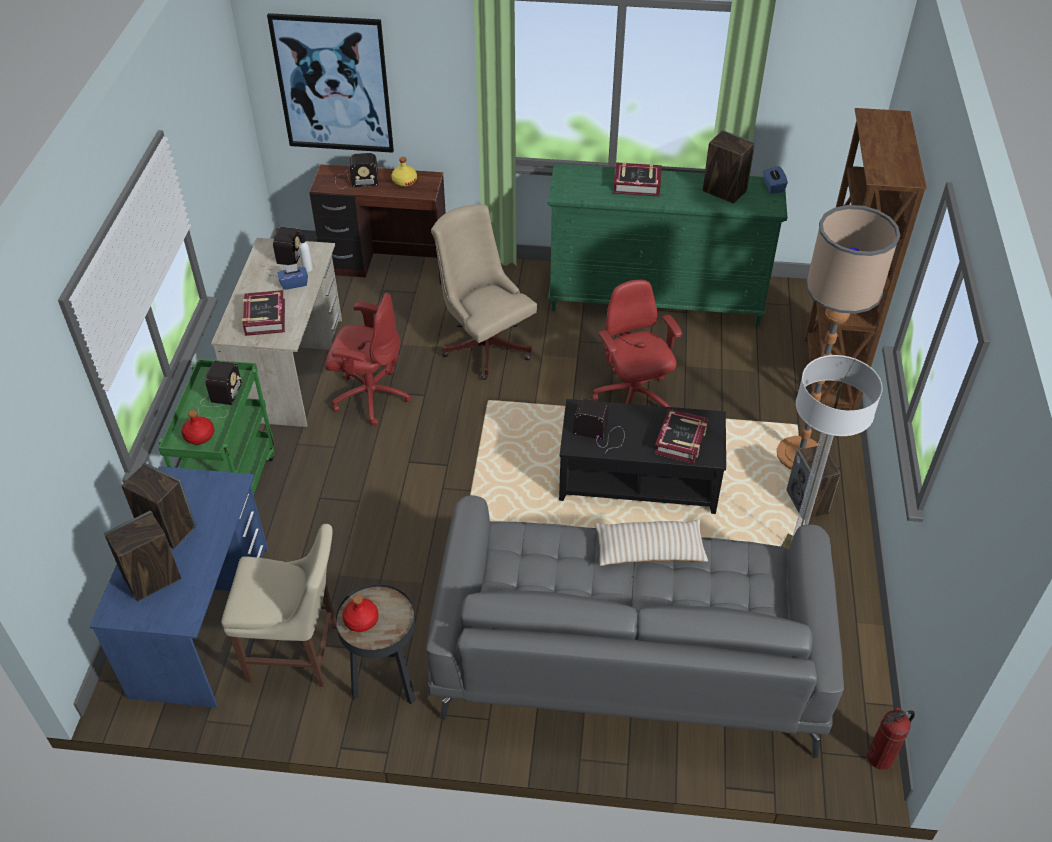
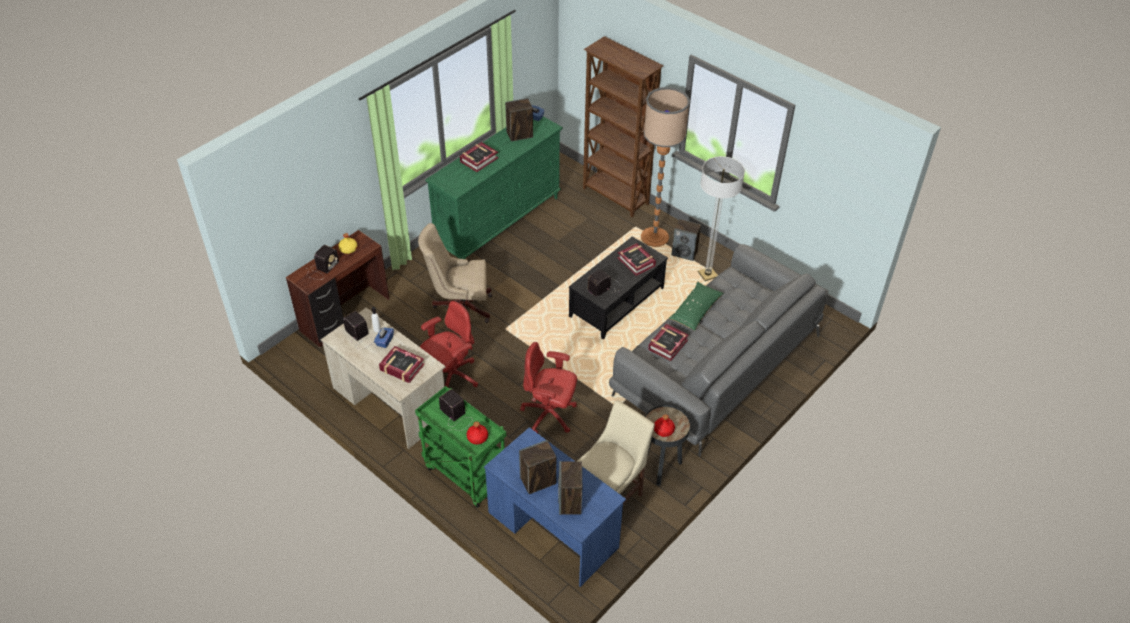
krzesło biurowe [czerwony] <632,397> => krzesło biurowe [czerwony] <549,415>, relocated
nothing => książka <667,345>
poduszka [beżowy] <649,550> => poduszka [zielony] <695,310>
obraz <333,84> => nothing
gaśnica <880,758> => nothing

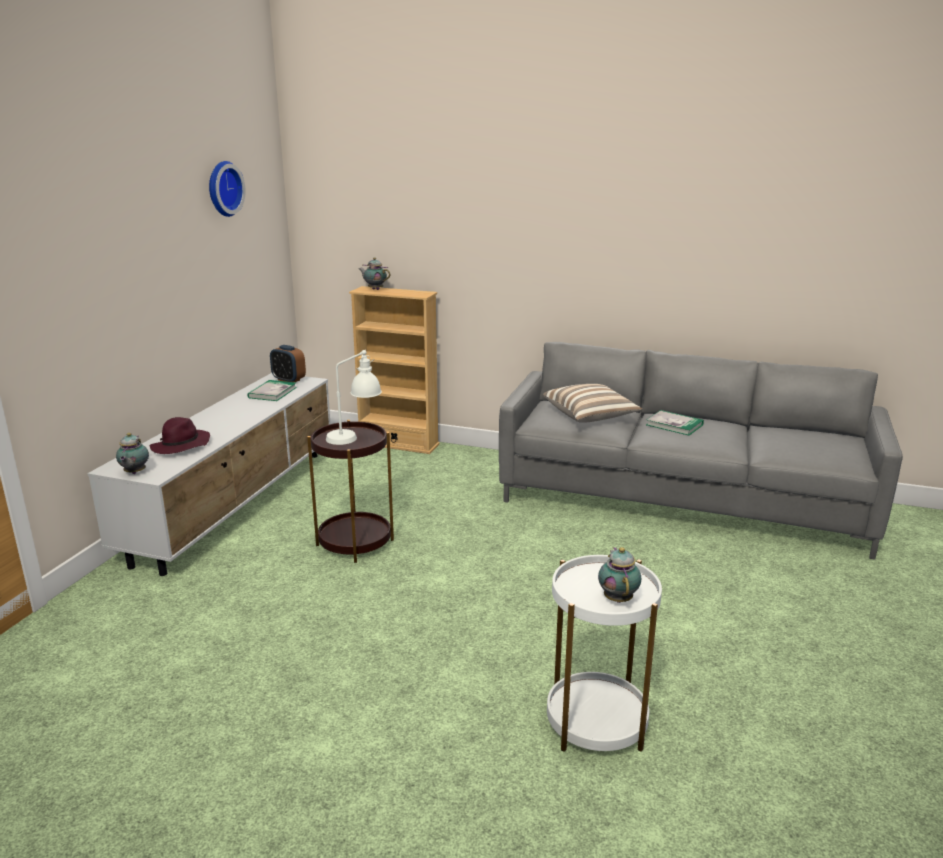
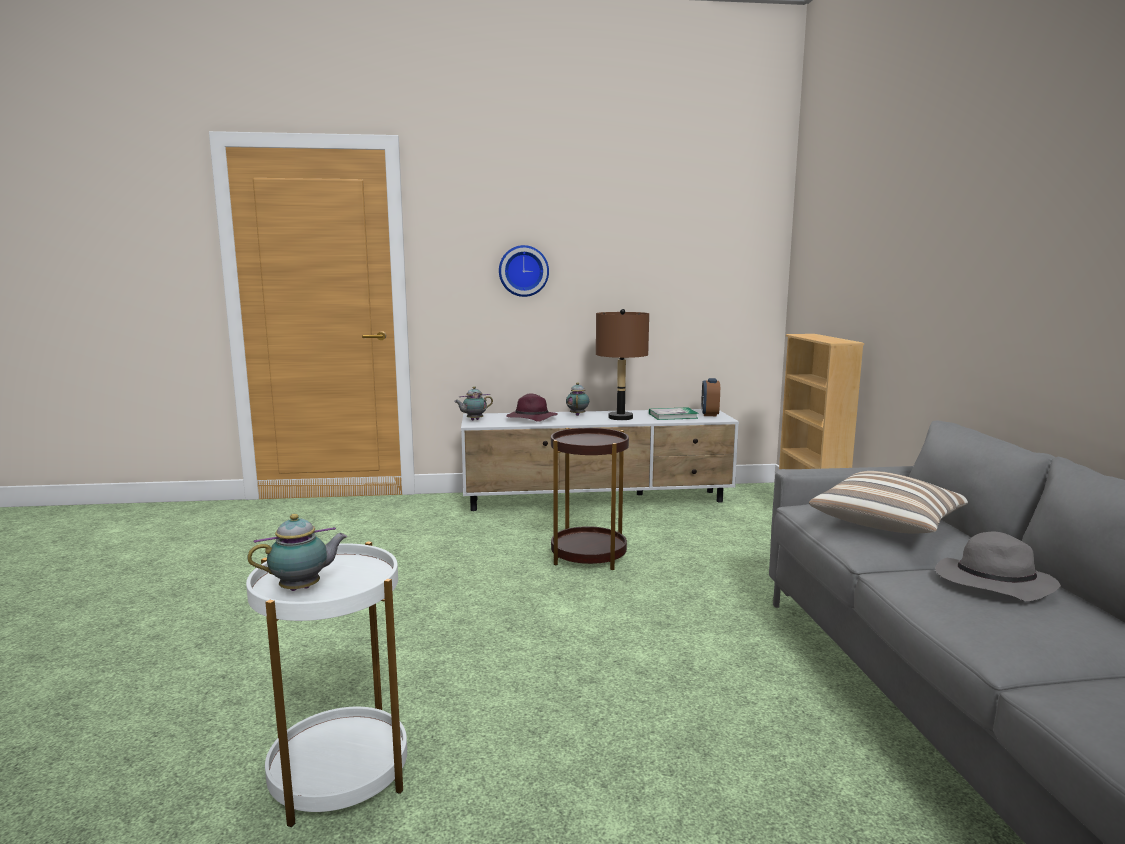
zegar ścienny <222,188> => zegar ścienny <523,271>, relocated
imbryk <375,289> => imbryk <577,415>, relocated
nothing => lampa stołowa [brązowy] <620,418>
książka <674,425> => kapelusz [szary] <992,584>
lampa stołowa [biały] <355,438> => nothing

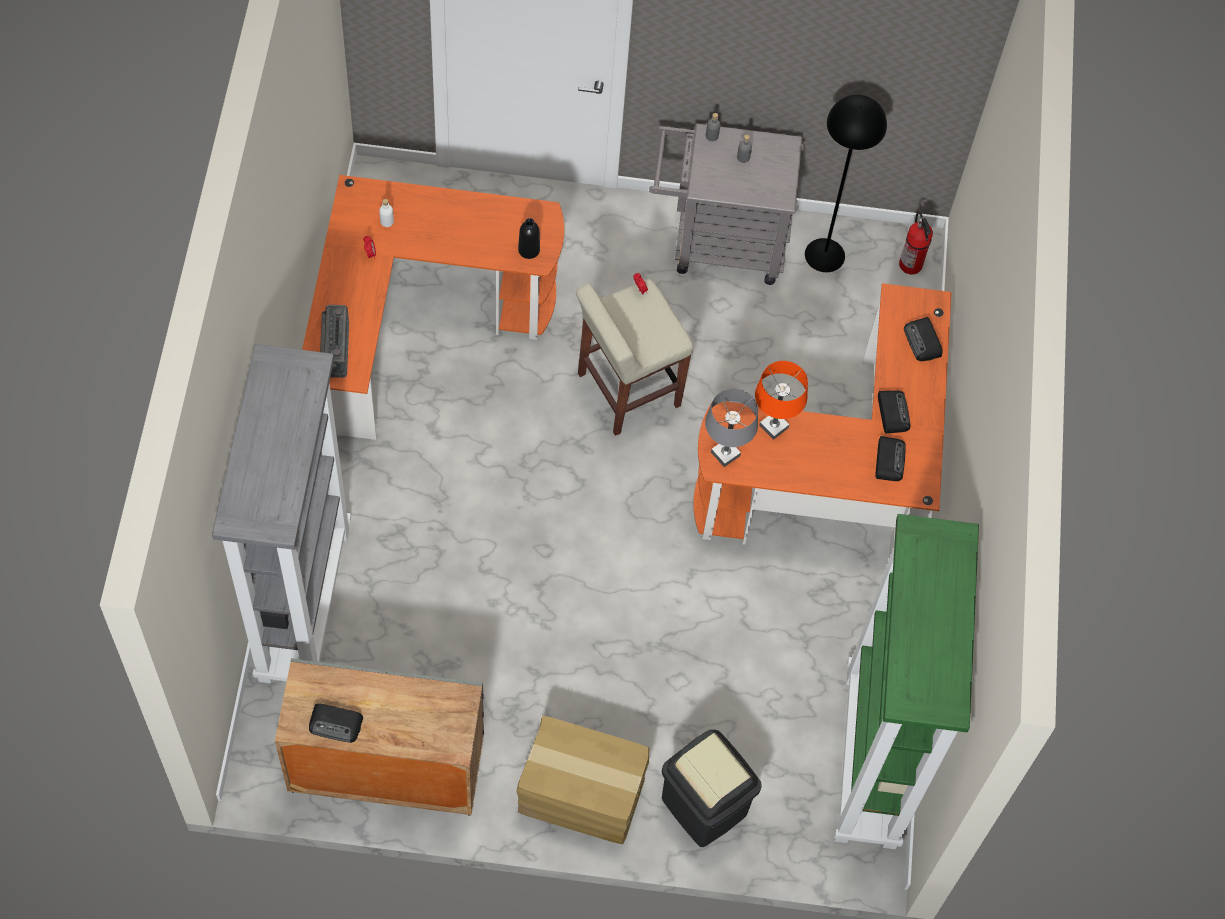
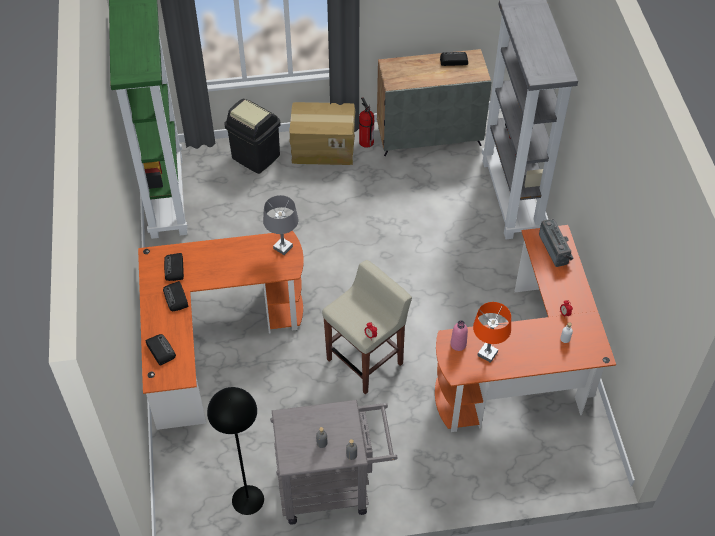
gaśnica <911,265> => gaśnica <366,142>, relocated
butelka [czarny] <529,250> => butelka [różowy] <458,344>
lampa stołowa [pomarańczowy] <773,427> => lampa stołowa [pomarańczowy] <487,353>, relocated

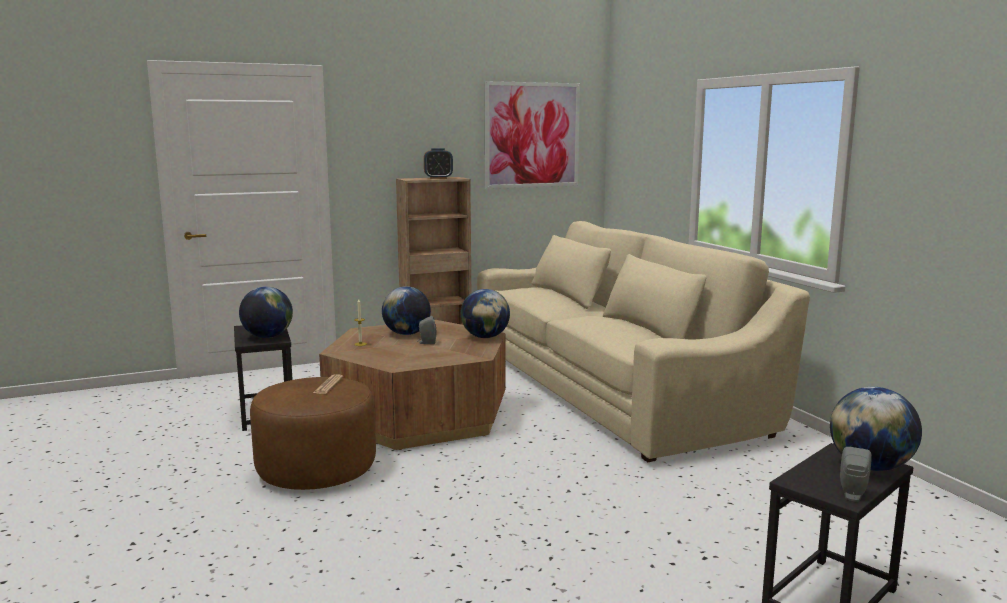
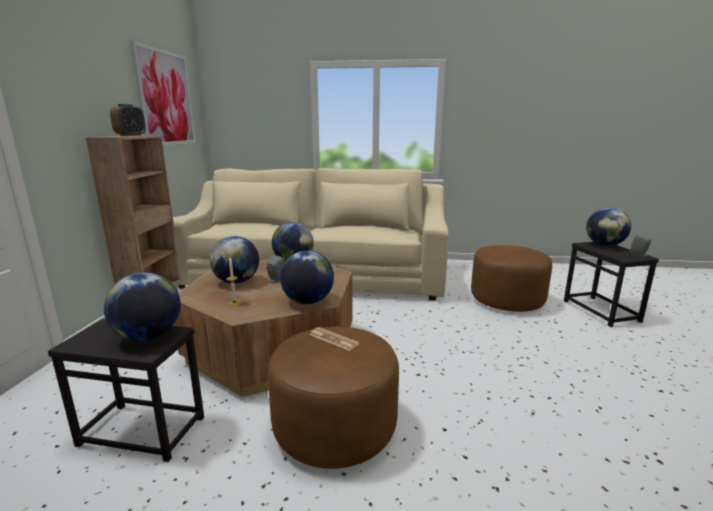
nothing => globus <308,301>
nothing => pufa [brązowy] <506,300>

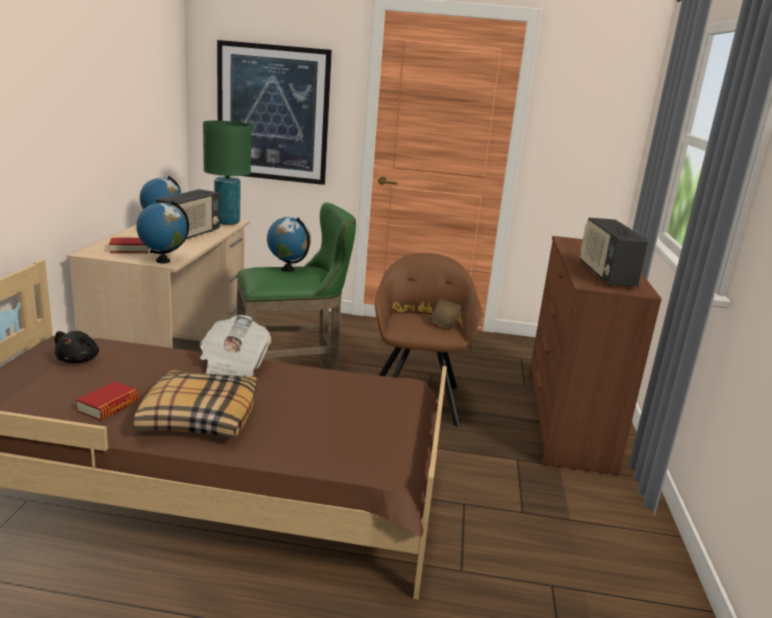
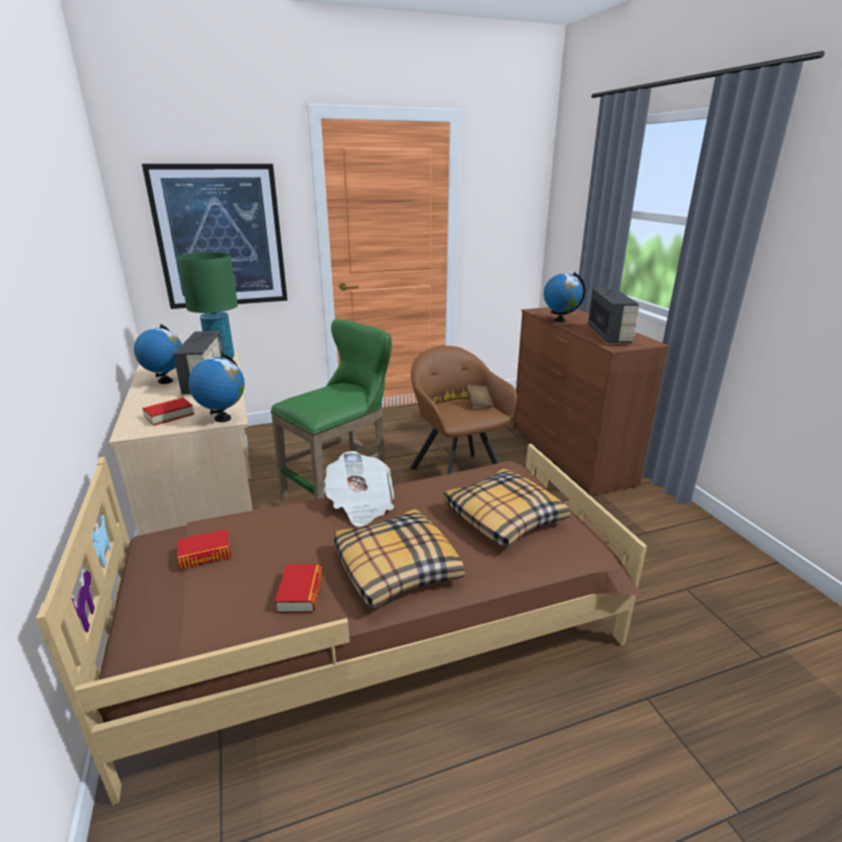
pluszak [czarny] <79,360> => książka <205,554>
nothing => poduszka <503,517>
globus <288,269> => globus <559,320>, relocated
radio <605,275> => radio <609,335>, 150 degrees counterclockwise

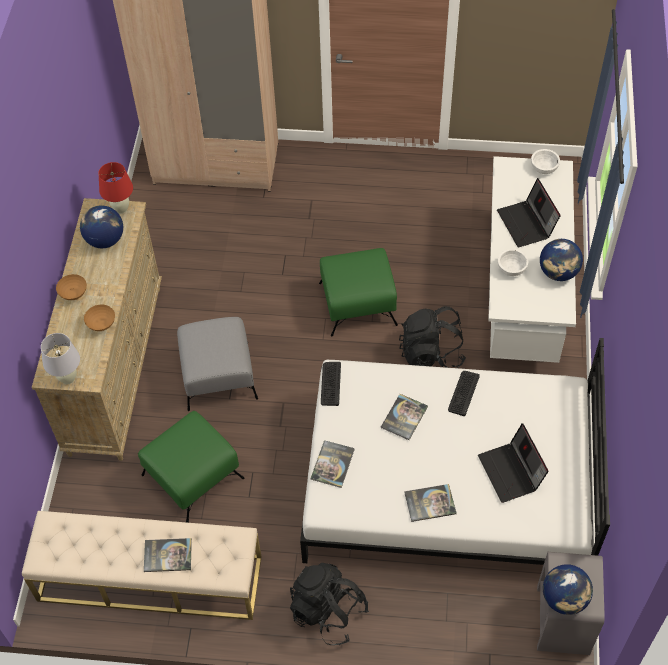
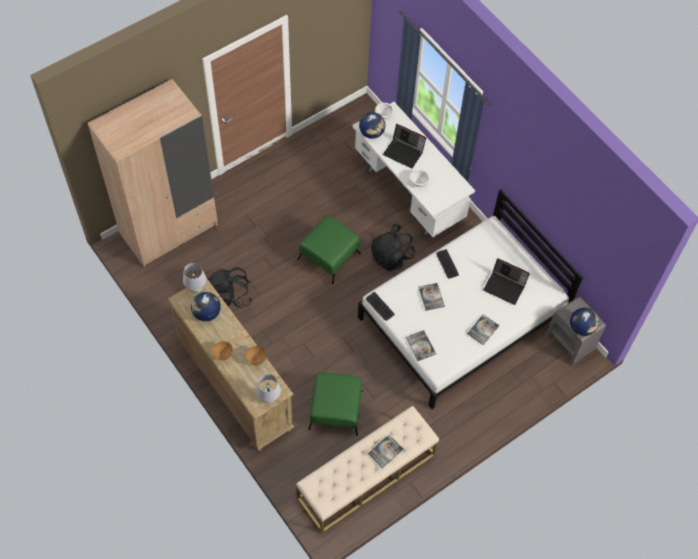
lampa stołowa [czerwony] <121,209> => lampa stołowa [biały] <196,290>
plecak [czarny] <328,612> => plecak [czarny] <230,296>, relocated
globus <558,273> => globus <371,133>, relocated
pufa [szary] <218,375> => nothing

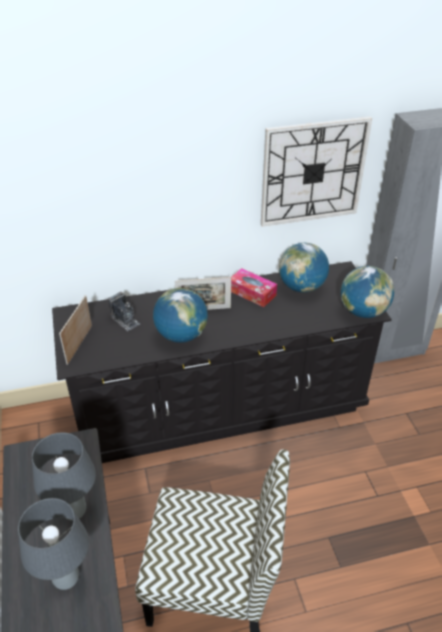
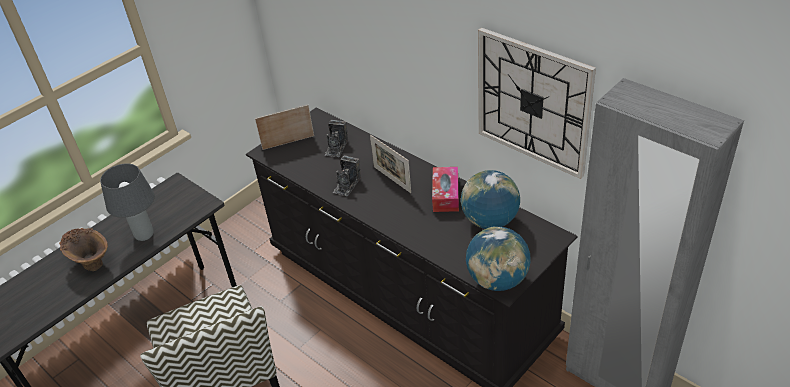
lampa stołowa [szary] <65,578> => wazon [brązowy] <92,262>
globus <181,335> => aparat fotograficzny <347,185>

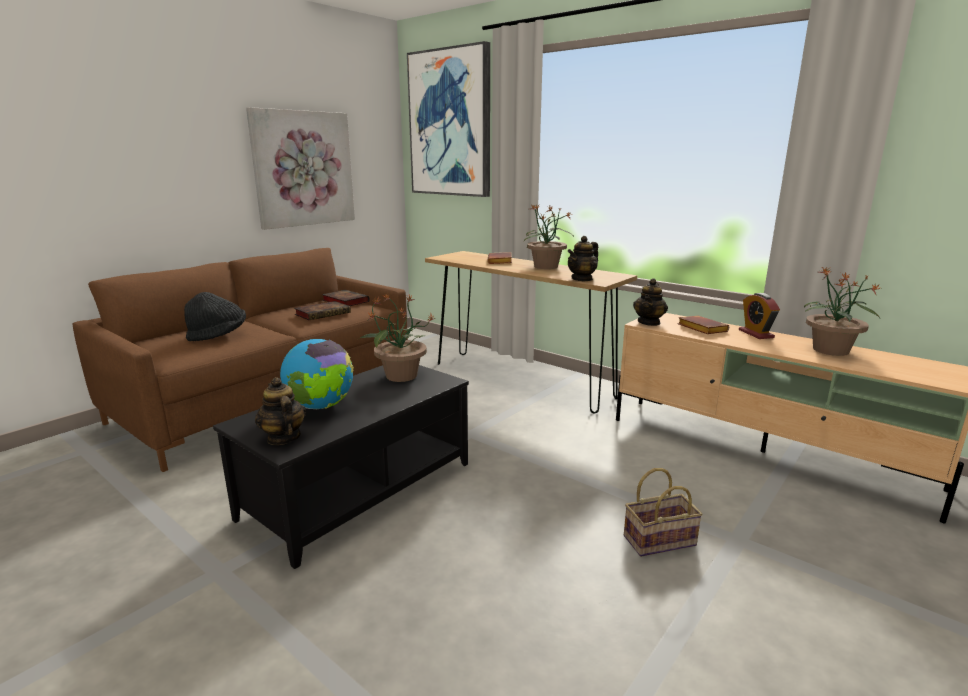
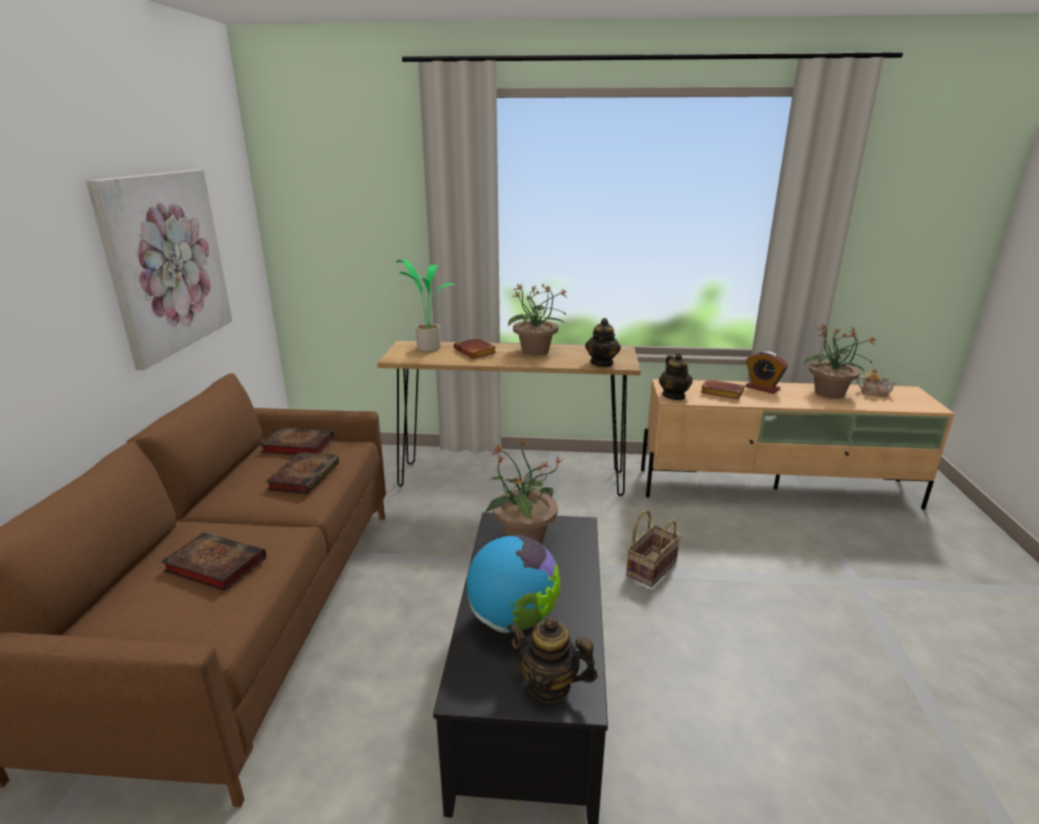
kapelusz [czarny] <218,335> => książka <213,565>
nothing => roślina doniczkowa <428,347>
koszyk <660,539> => koszyk <651,567>, relocated
nothing => imbryk <873,393>
obraz <450,124> => nothing

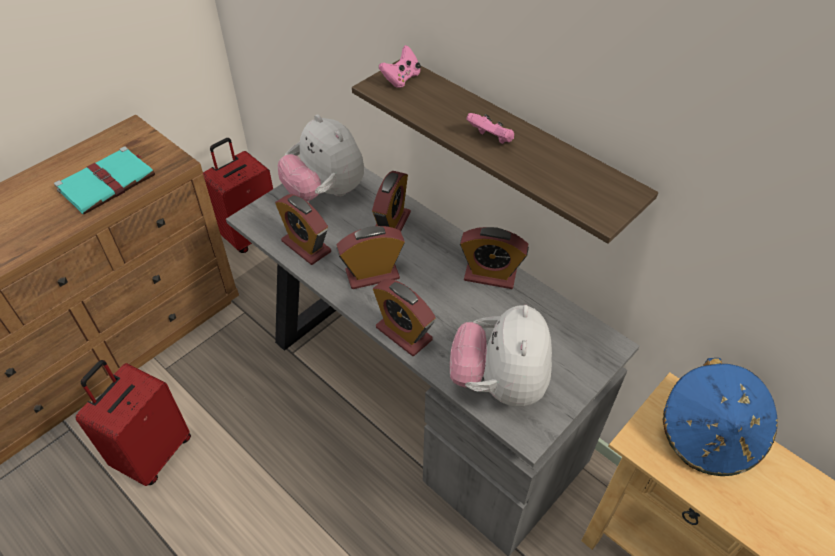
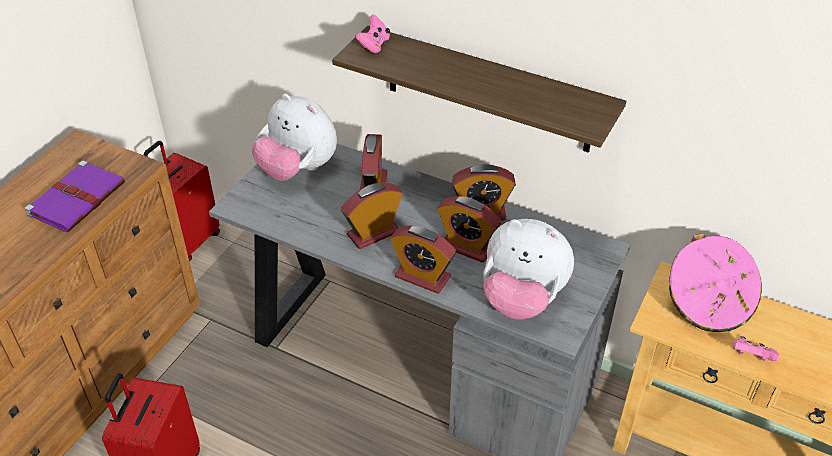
książka [turkusowy] <108,182> => książka [fioletowy] <78,198>
budzik <306,246> => budzik <467,247>, relocated
pluszak <498,383> => pluszak <522,299>, 60 degrees counterclockwise
kapelusz [niebieski] <709,436> => kapelusz [różowy] <708,303>
pad do gier [różowy] <491,139> => pad do gier [różowy] <751,357>, relocated

